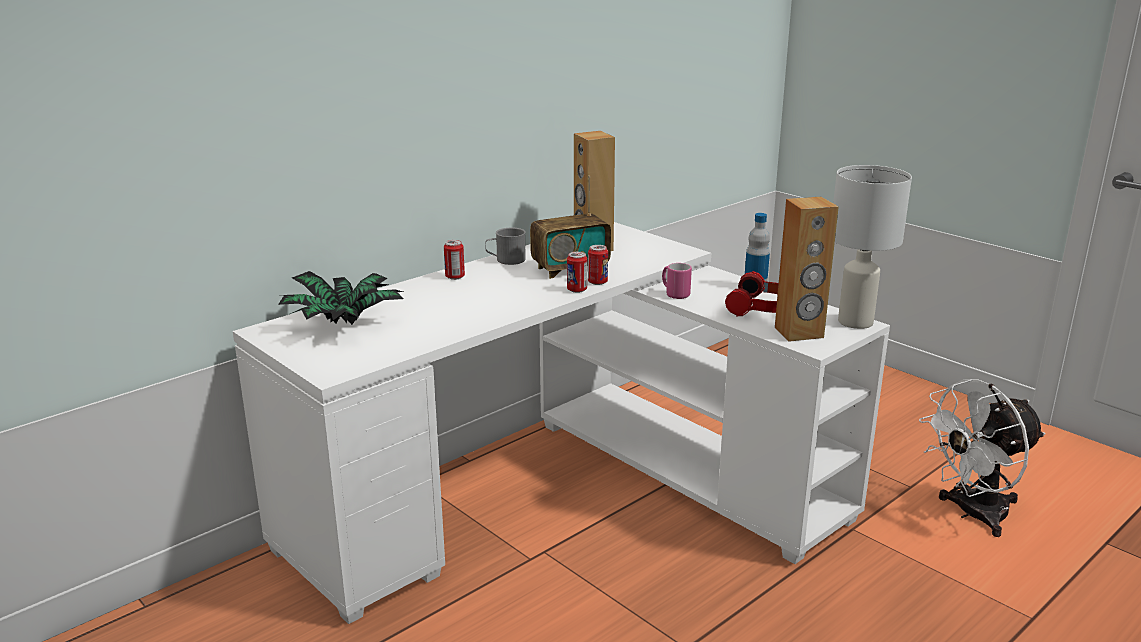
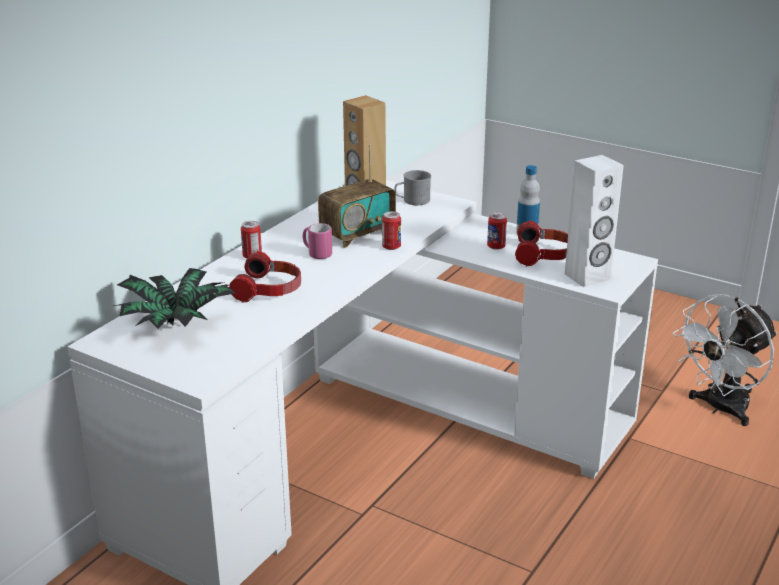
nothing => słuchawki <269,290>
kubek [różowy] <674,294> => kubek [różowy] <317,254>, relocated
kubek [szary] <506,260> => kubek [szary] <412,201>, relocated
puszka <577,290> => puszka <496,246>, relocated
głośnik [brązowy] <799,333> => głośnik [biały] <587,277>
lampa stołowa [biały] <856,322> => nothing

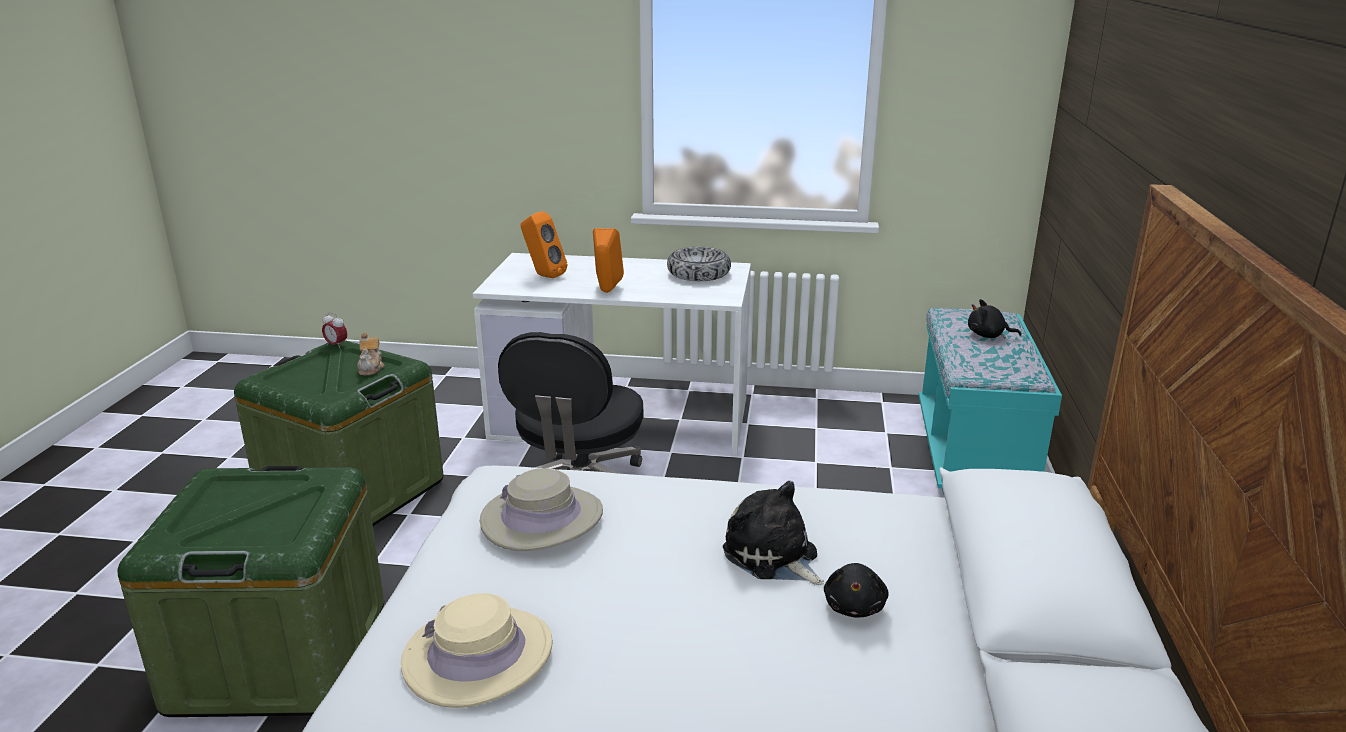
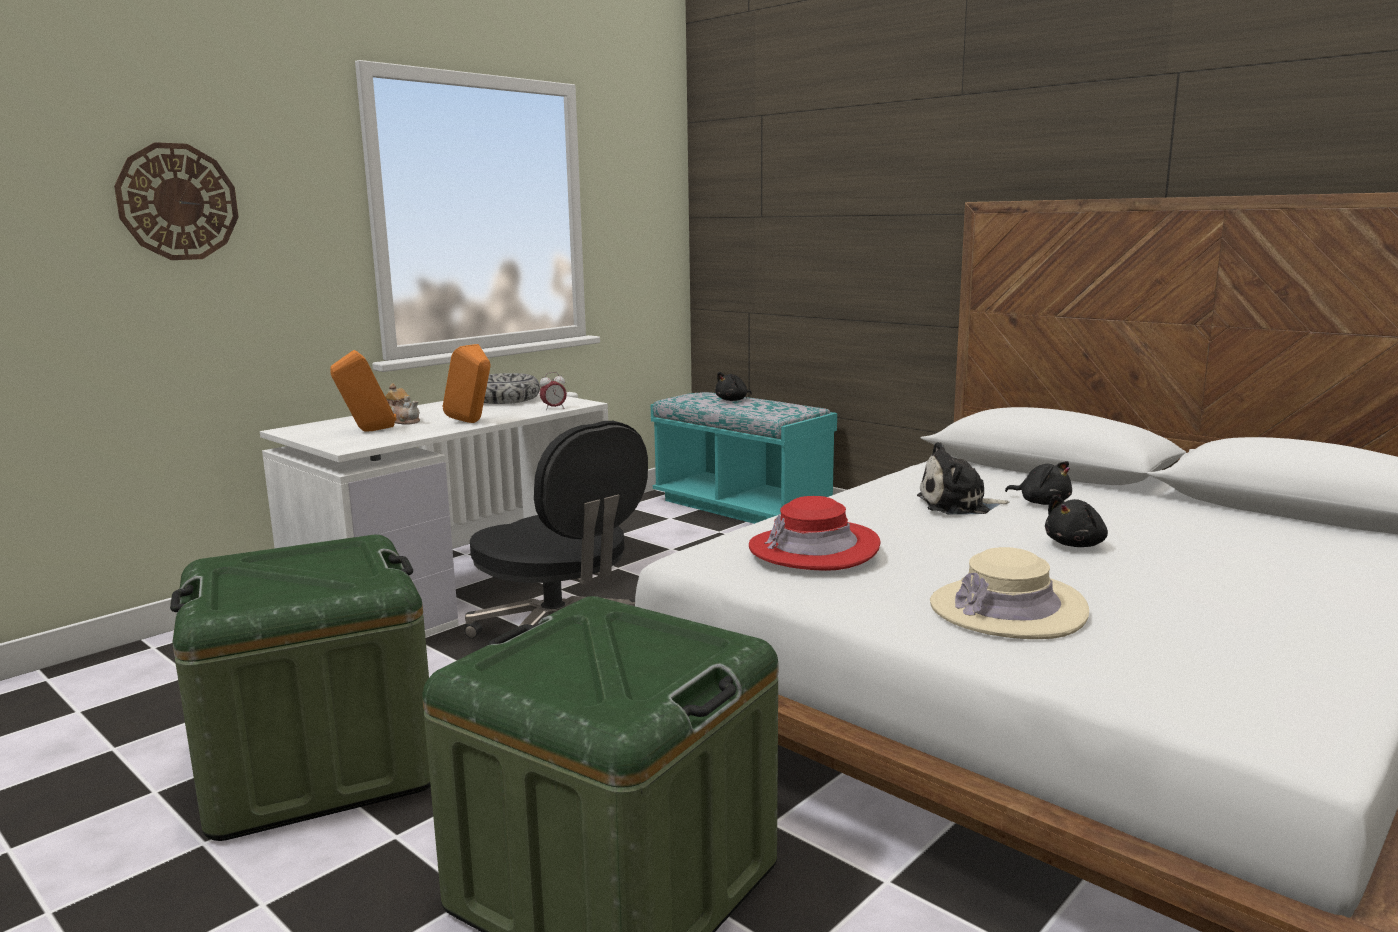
nothing => zegar ścienny <178,202>
imbryk <371,368> => imbryk <403,421>, relocated
budzik <336,345> => budzik <553,408>, relocated
kapelusz [beżowy] <542,518> => kapelusz [czerwony] <814,548>
nothing => pluszak [czarny] <1076,544>

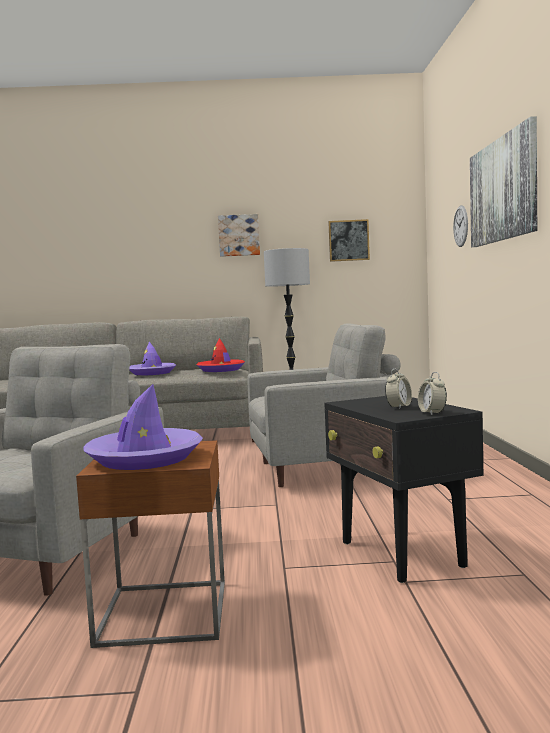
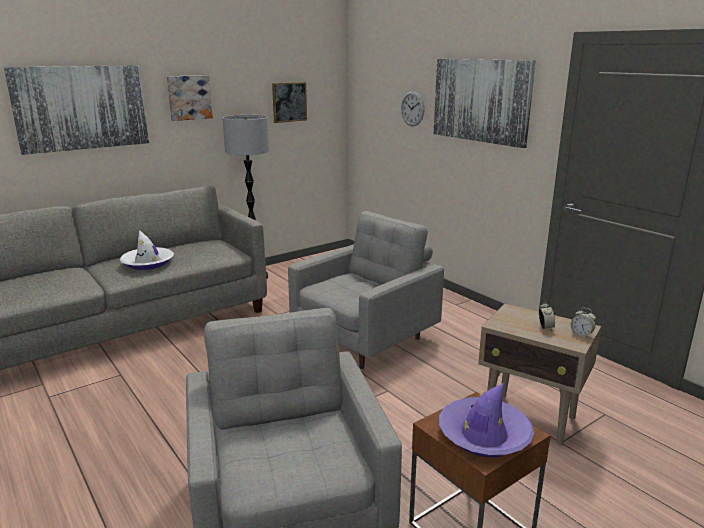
nothing => obraz <81,108>
kapelusz [fioletowy] <152,373> => kapelusz [biały] <148,263>
stolik [czarny] <402,555> => stolik [beżowy] <530,419>
kapelusz [czerwony] <221,370> => nothing

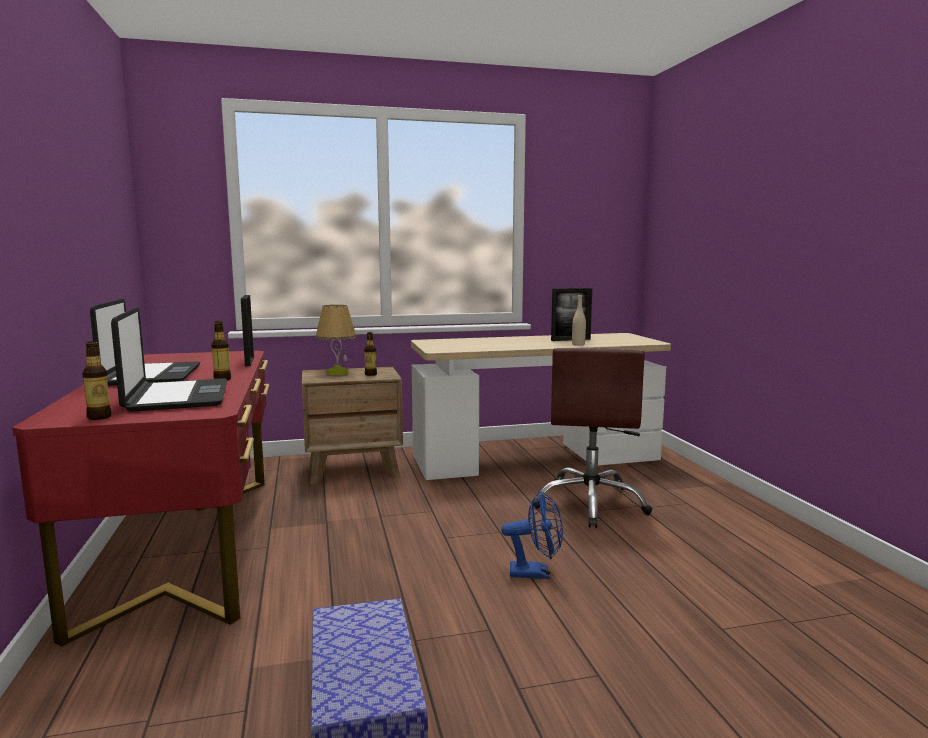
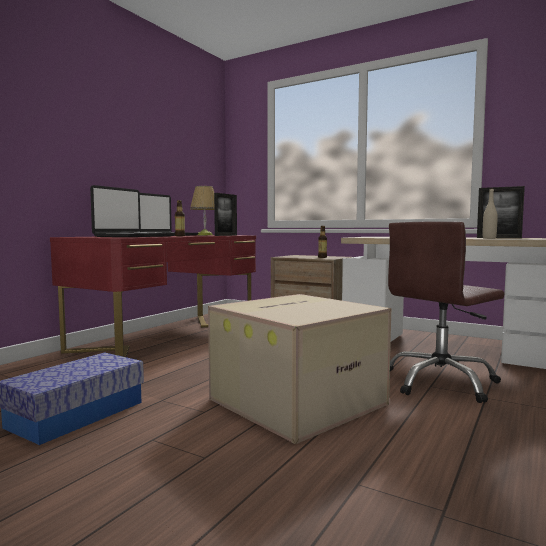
lampa stołowa <337,372> => lampa stołowa <204,235>, relocated
wentylator [niebieski] <536,573> => karton <297,400>
butelka <99,417> => nothing

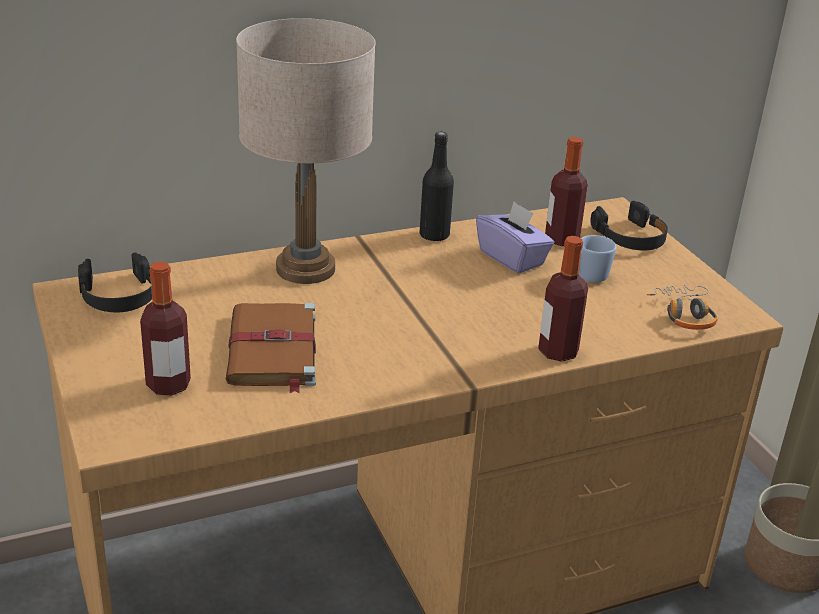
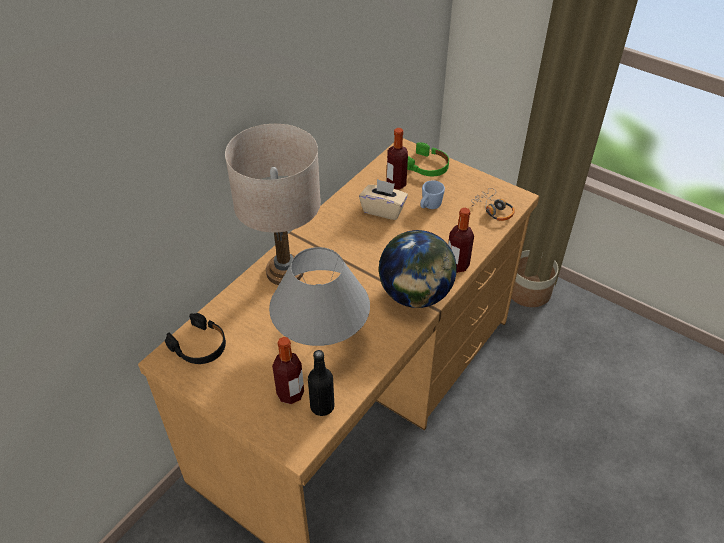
książka [brązowy] <273,350> => lampa stołowa [szary] <322,340>
butelka [czarny] <434,235> => butelka [czarny] <322,406>, relocated
pudełko chusteczek [fioletowy] <512,258> => pudełko chusteczek [beżowy] <383,210>
nothing => globus <415,295>
słuchawki [czarny] <630,237> => słuchawki [zielony] <427,166>

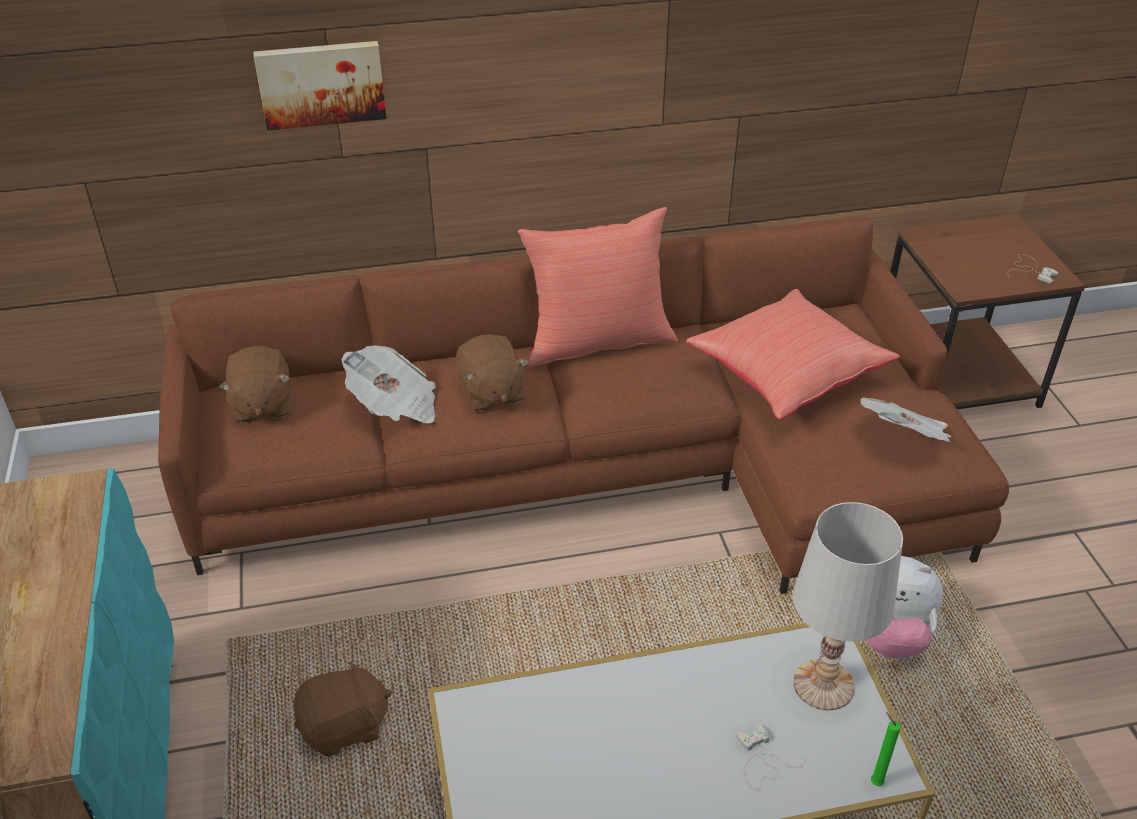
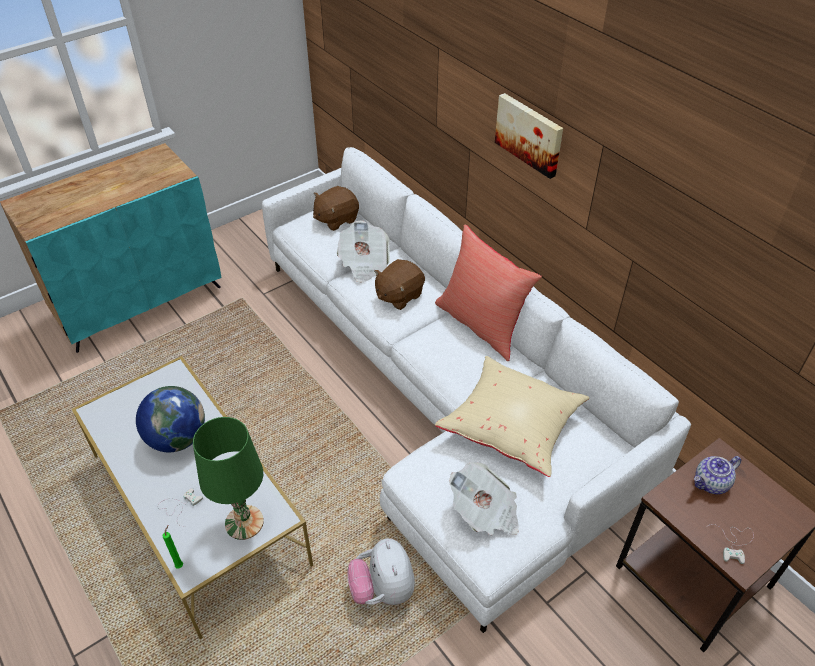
nothing => globus <177,438>
lampa stołowa [biały] <823,685> => lampa stołowa [zielony] <243,522>
kanapa [brązowy] <600,468> => kanapa [biały] <444,392>
poduszka [czerwony] <785,374> => poduszka [beżowy] <512,426>
obraz <321,83> => obraz <530,134>, relocated
nothing => imbryk <711,483>
pluszak [brązowy] <345,727> => nothing

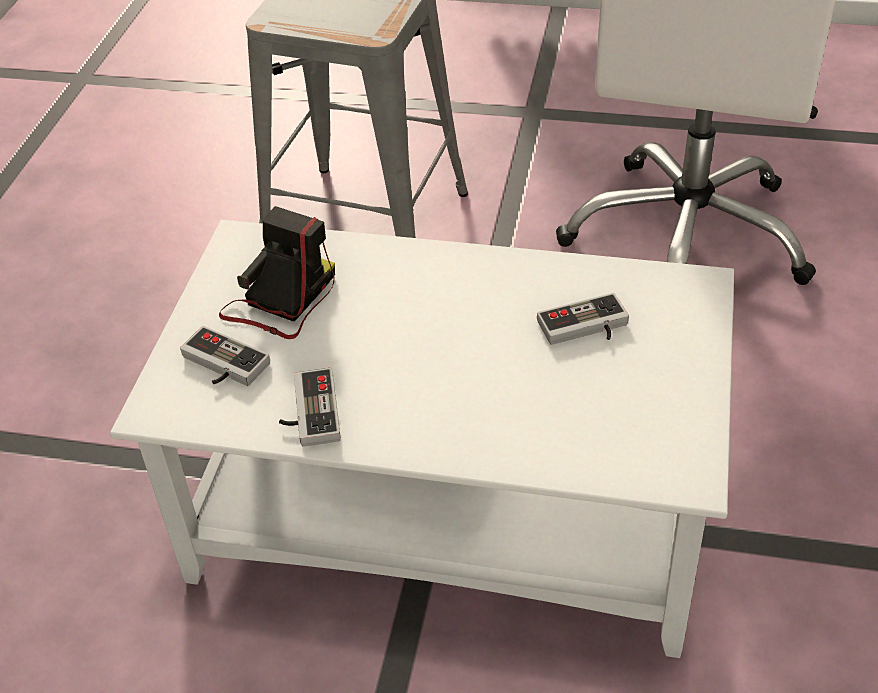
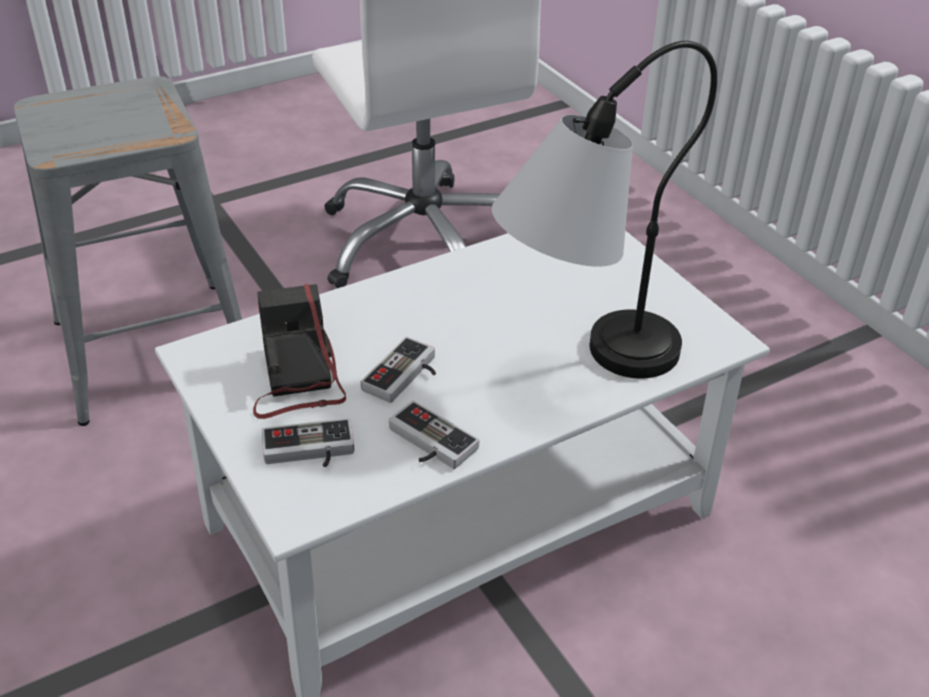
pad do gier <585,329> => pad do gier <406,377>, relocated
nothing => lampa stołowa <580,366>

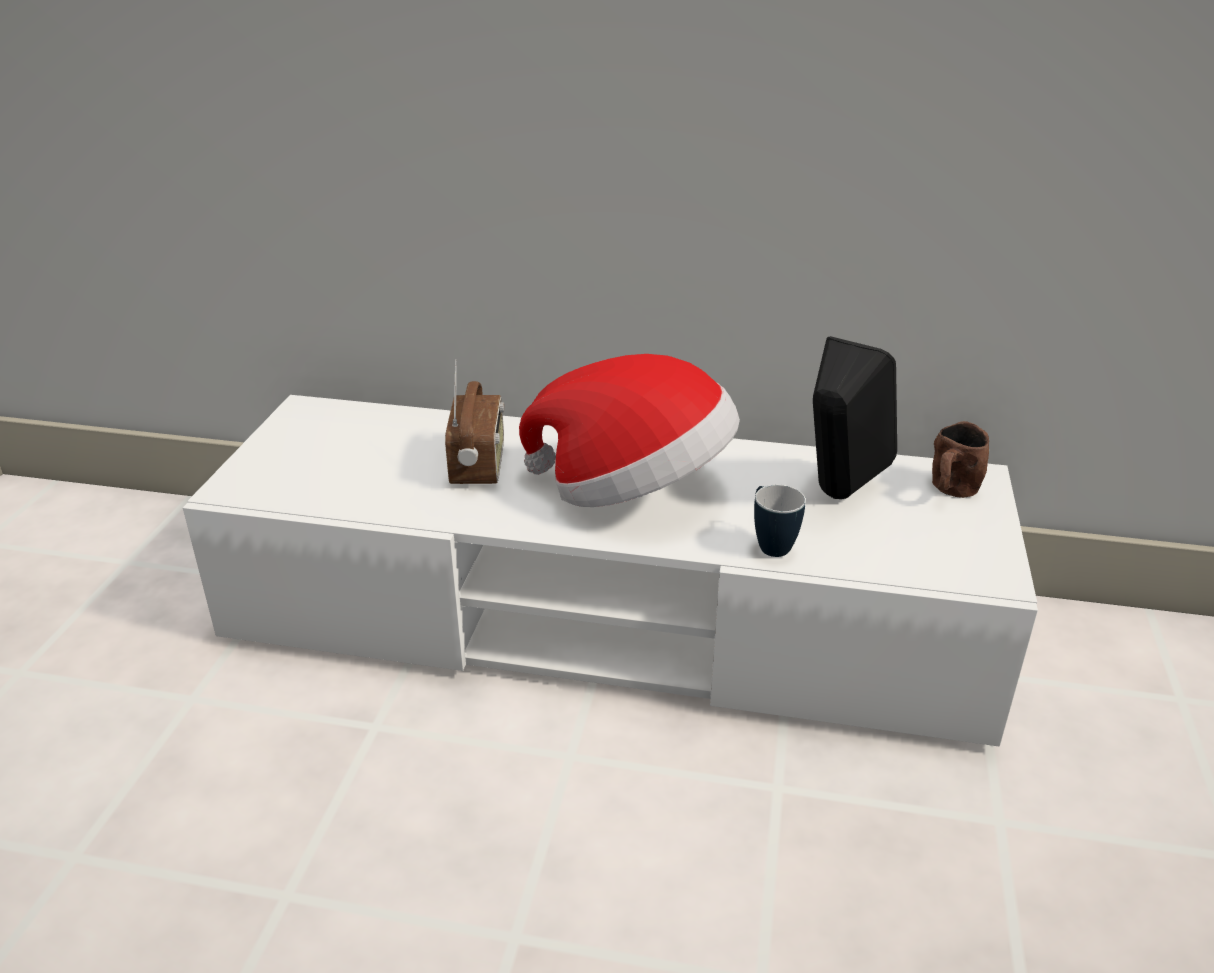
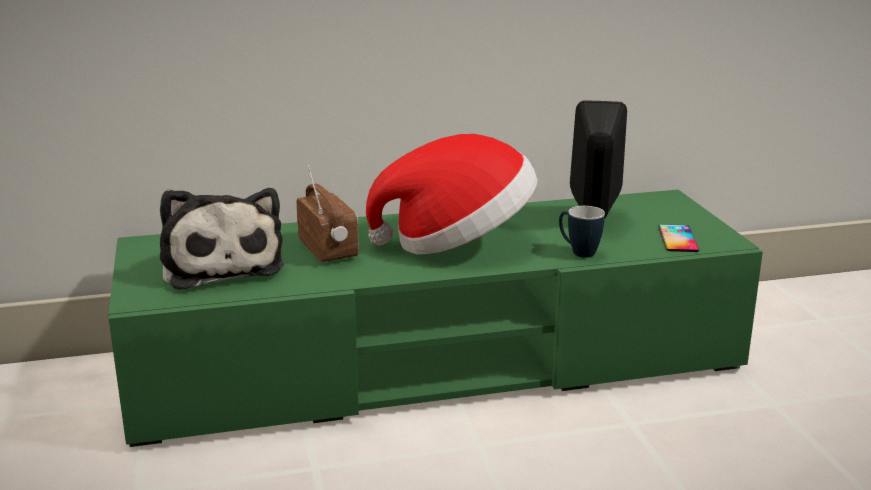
szafka pod telewizor [biały] <607,621> => szafka pod telewizor [zielony] <435,364>
nothing => pluszak <221,265>
nothing => telefon <678,239>
kubek [brązowy] <950,492> => nothing

